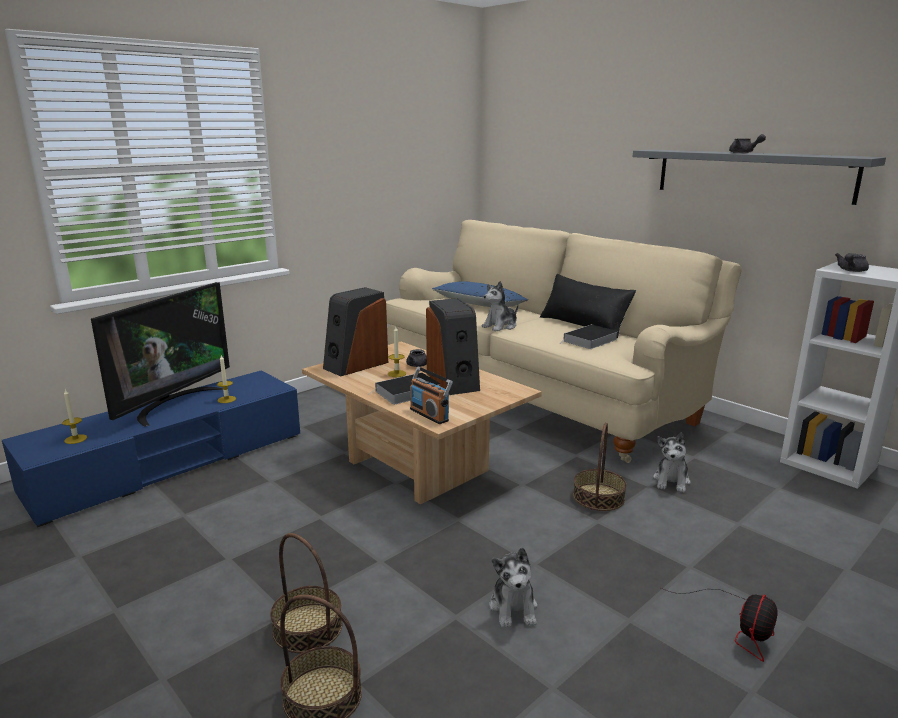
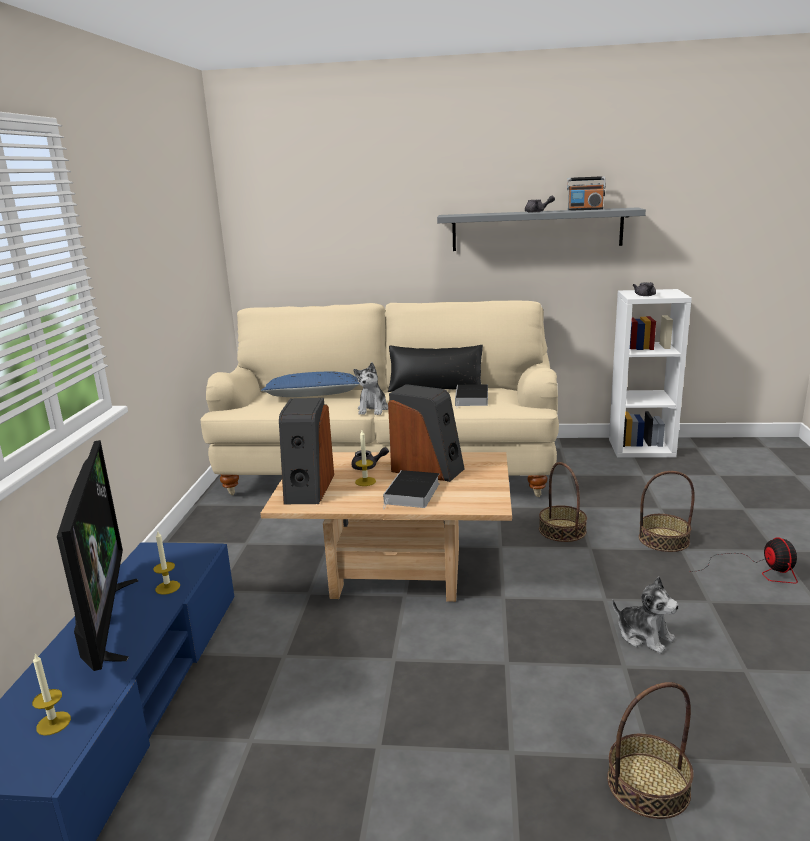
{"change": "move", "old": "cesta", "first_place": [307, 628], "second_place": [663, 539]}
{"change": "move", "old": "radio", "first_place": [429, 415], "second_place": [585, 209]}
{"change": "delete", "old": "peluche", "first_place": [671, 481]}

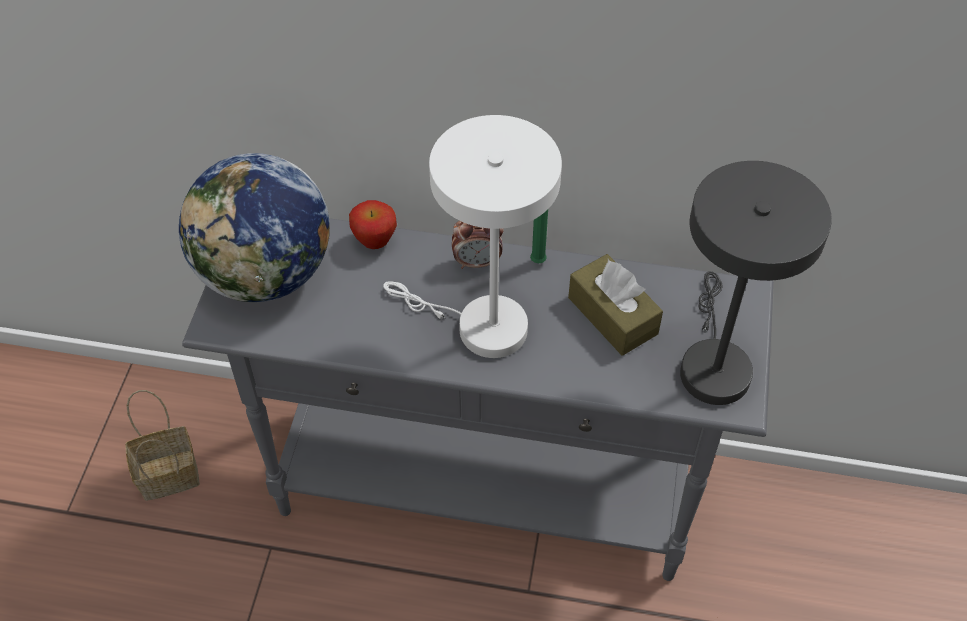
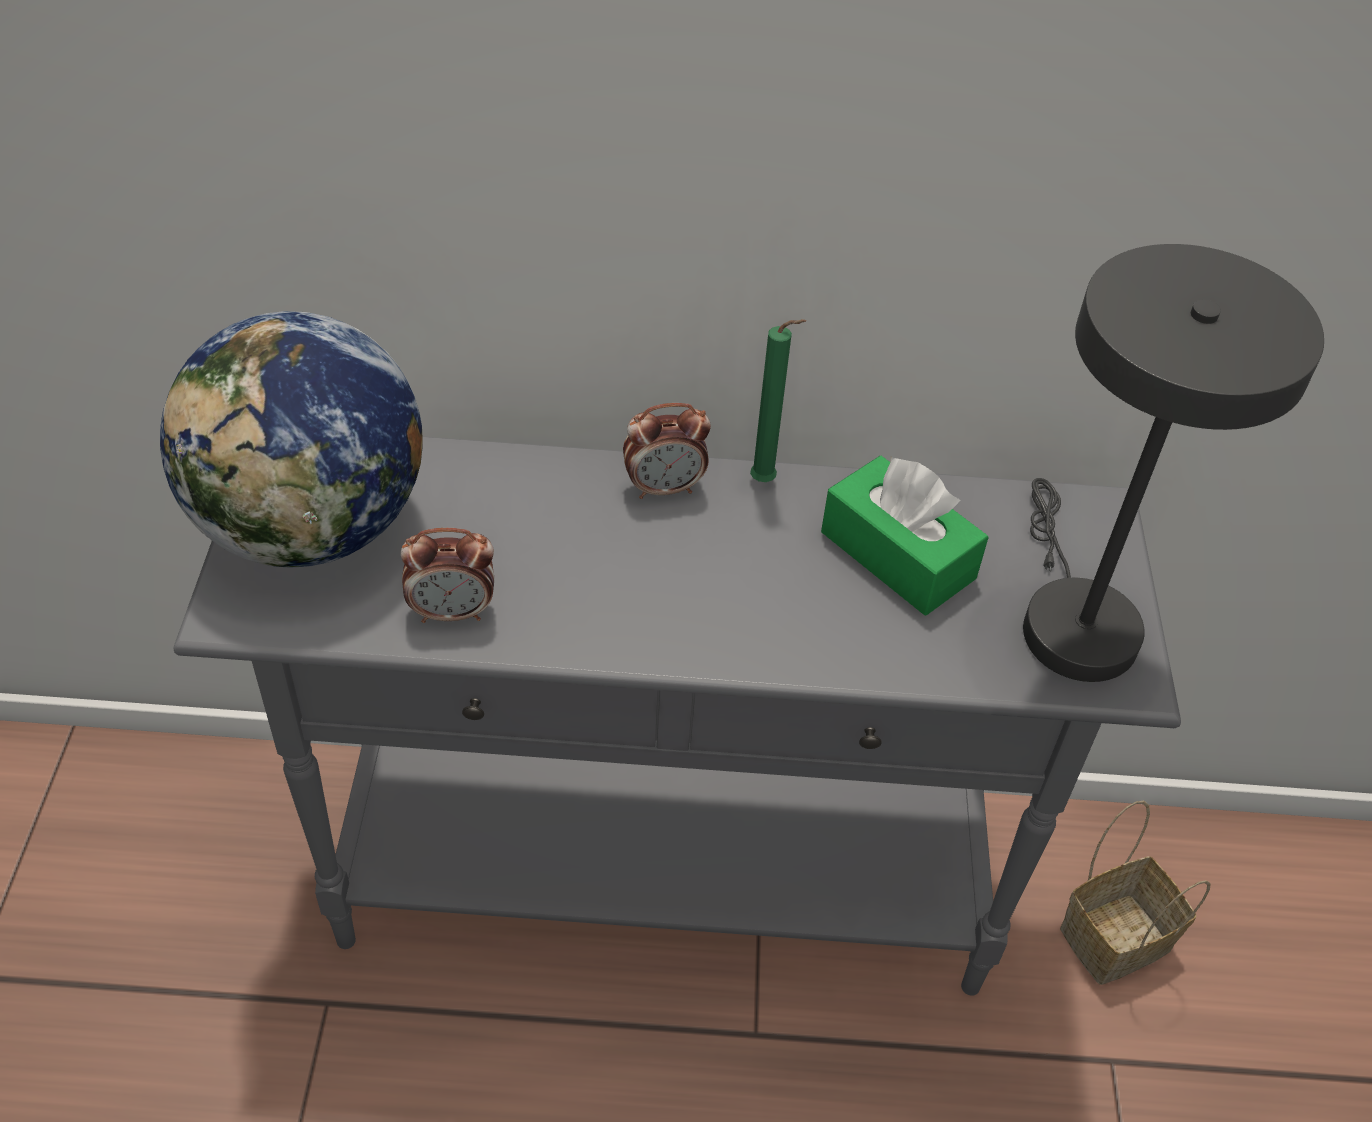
{"change": "move", "old": "cesta", "first_place": [170, 473], "second_place": [1116, 936]}
{"change": "delete", "old": "manzana", "first_place": [375, 242]}
{"change": "delete", "old": "lámpara de mesa [blanco]", "first_place": [480, 326]}
{"change": "recolor", "old": "caja de pañuelos [marrón]", "new": "caja de pañuelos [verde]", "first_place": [612, 315], "second_place": [897, 555]}
{"change": "insert", "new": "despertador", "second_place": [452, 612]}

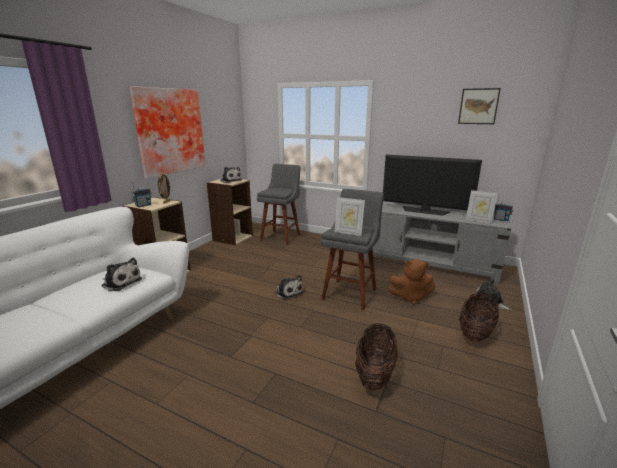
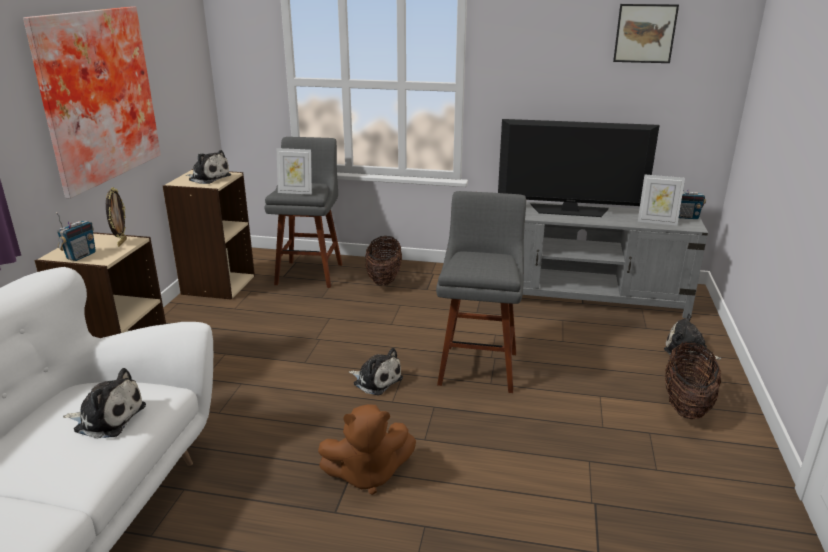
{"change": "move", "old": "portarretratos", "first_place": [348, 233], "second_place": [295, 192]}
{"change": "move", "old": "cesta", "first_place": [374, 374], "second_place": [384, 279]}
{"change": "move", "old": "peluche [marrón]", "first_place": [410, 297], "second_place": [367, 475]}

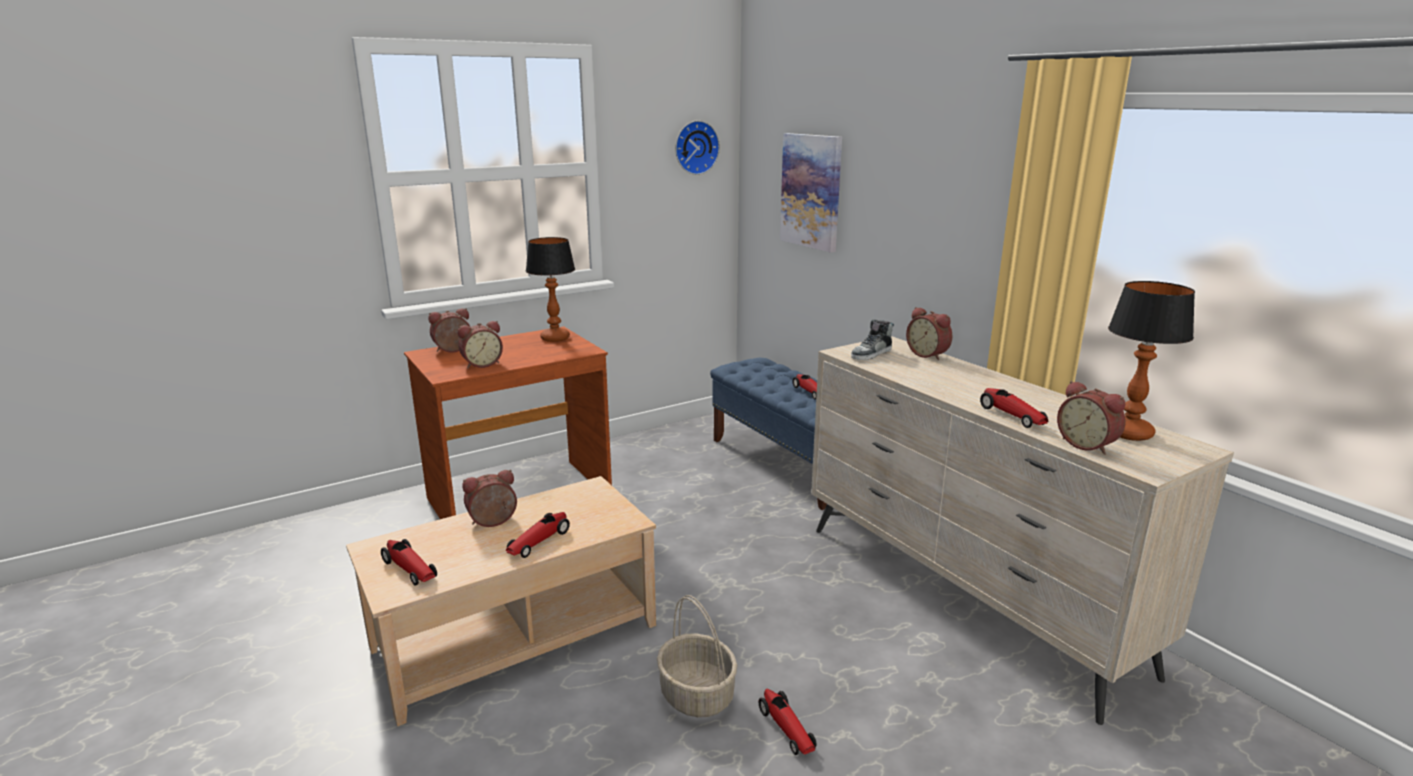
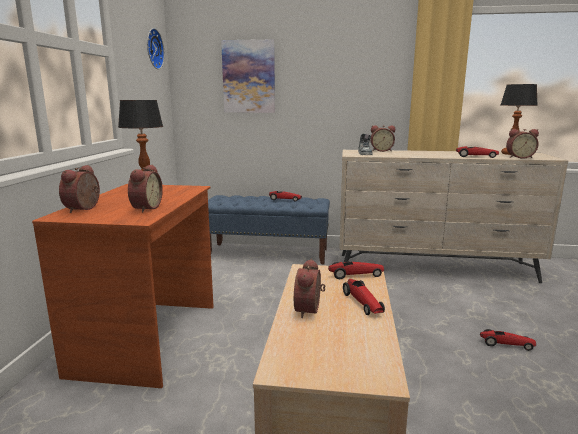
{"change": "move", "old": "coche de juguete", "first_place": [410, 569], "second_place": [355, 275]}
{"change": "delete", "old": "cesta", "first_place": [698, 695]}

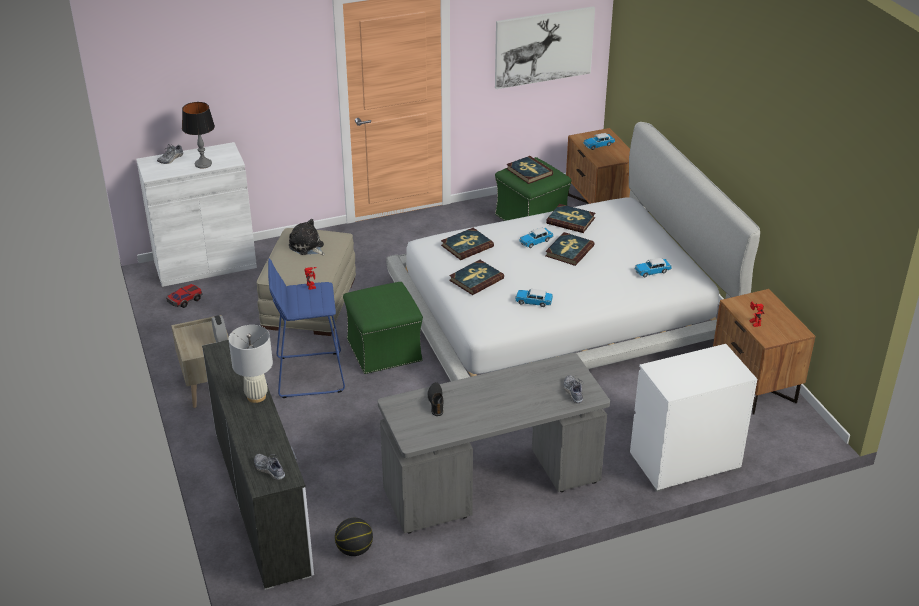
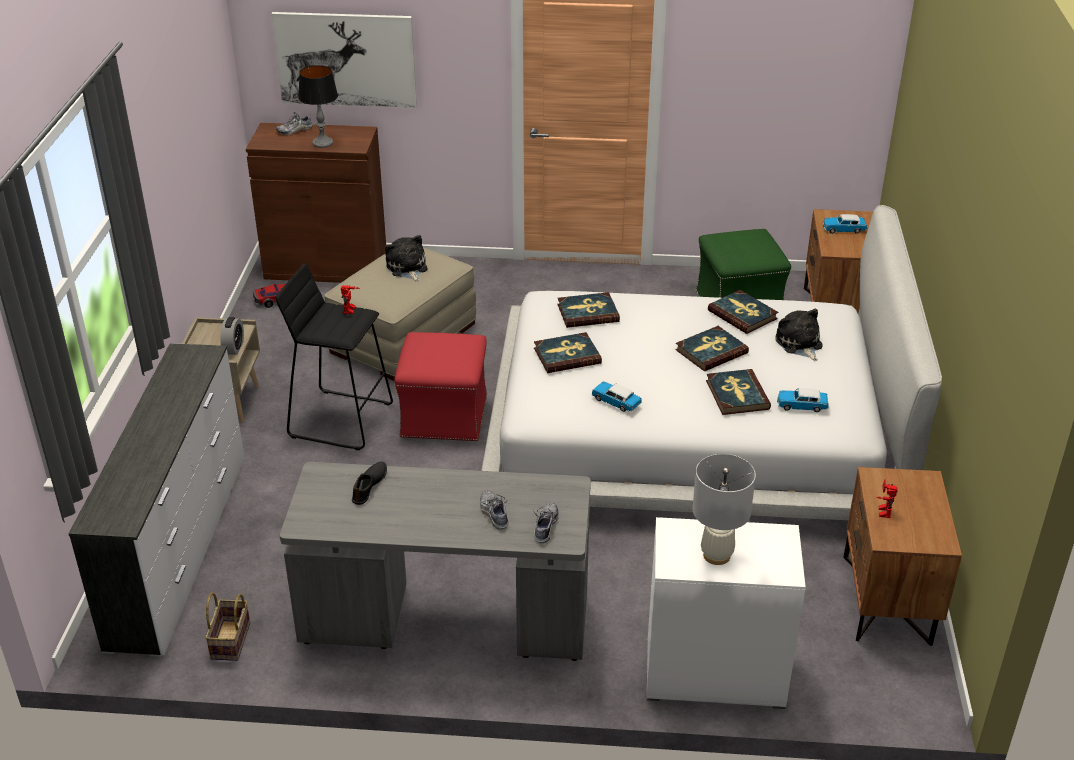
{"change": "recolor", "old": "armario [blanco]", "new": "armario [marrón]", "first_place": [205, 264], "second_place": [326, 267]}
{"change": "move", "old": "lámpara de mesa [blanco]", "first_place": [256, 396], "second_place": [716, 555]}
{"change": "move", "old": "zapato", "first_place": [269, 470], "second_place": [494, 514]}
{"change": "recolor", "old": "taburete [azul]", "new": "taburete [negro]", "first_place": [310, 374], "second_place": [341, 419]}
{"change": "replace", "old": "balón de baloncesto", "new": "cesta", "first_place": [354, 550], "second_place": [231, 642]}
{"change": "recolor", "old": "puf [verde]", "new": "puf [rojo]", "first_place": [384, 351], "second_place": [444, 417]}
{"change": "move", "old": "cuadro", "first_place": [543, 47], "second_place": [345, 59]}
{"change": "move", "old": "libro", "first_place": [529, 172], "second_place": [736, 395]}
{"change": "delete", "old": "coche de juguete", "first_place": [535, 241]}
{"change": "insert", "new": "peluche", "second_place": [799, 344]}

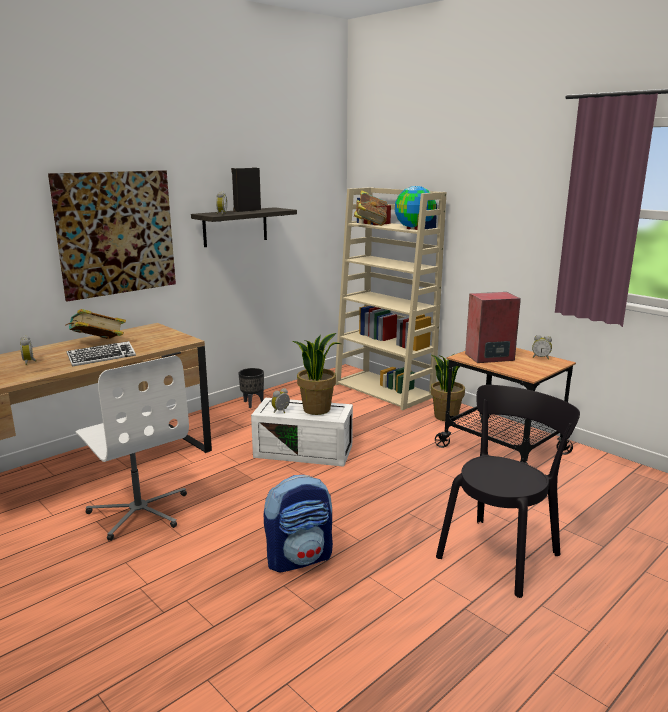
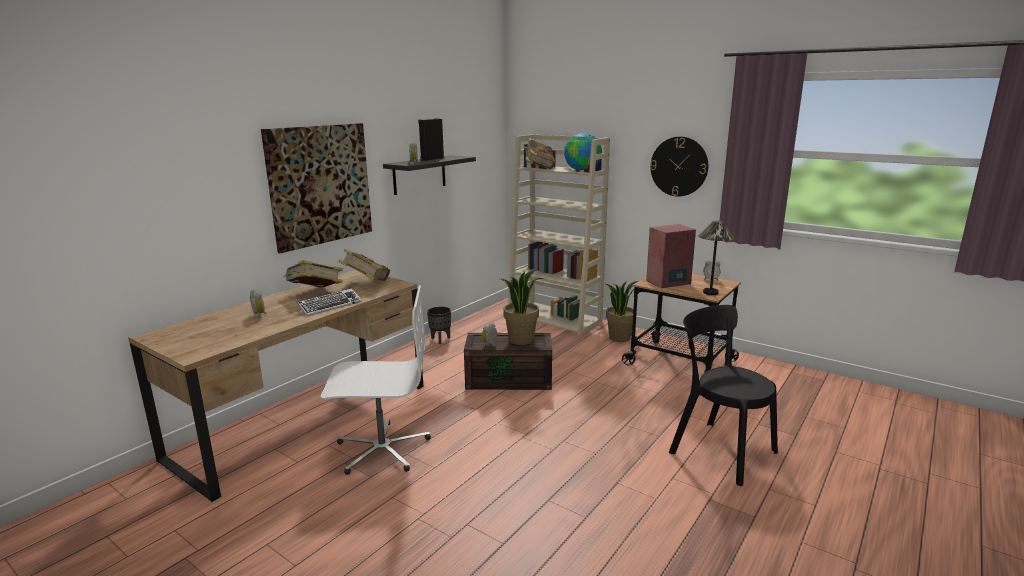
{"change": "rotate", "old": "silla de oficina [blanco]", "first_place": [139, 511], "second_place": [382, 449], "degrees": -45}
{"change": "recolor", "old": "caja de almacenaje [blanco]", "new": "caja de almacenaje [marrón]", "first_place": [305, 450], "second_place": [510, 379]}
{"change": "delete", "old": "mochila", "first_place": [300, 558]}
{"change": "rotate", "old": "silla [negro]", "first_place": [501, 553], "second_place": [718, 450], "degrees": -75}
{"change": "insert", "new": "libro", "second_place": [366, 283]}
{"change": "insert", "new": "reloj de pared", "second_place": [679, 166]}
{"change": "insert", "new": "lámpara de mesa", "second_place": [710, 292]}

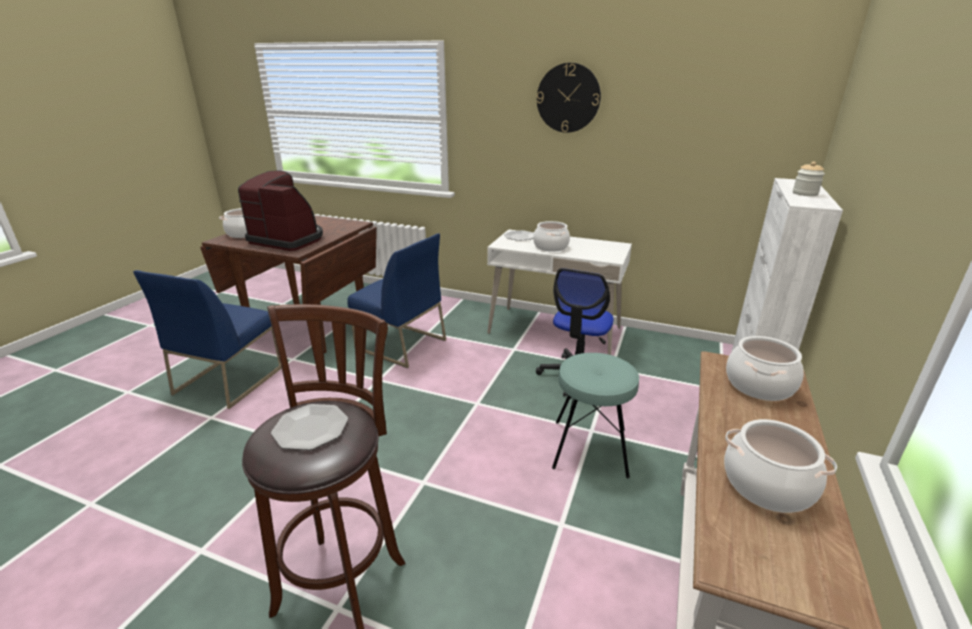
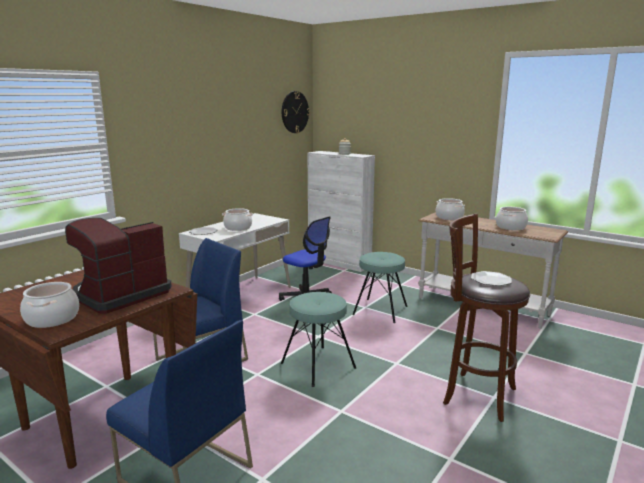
{"change": "move", "old": "reloj de pared", "first_place": [568, 98], "second_place": [294, 112]}
{"change": "insert", "new": "taburete [turquesa]", "second_place": [318, 365]}

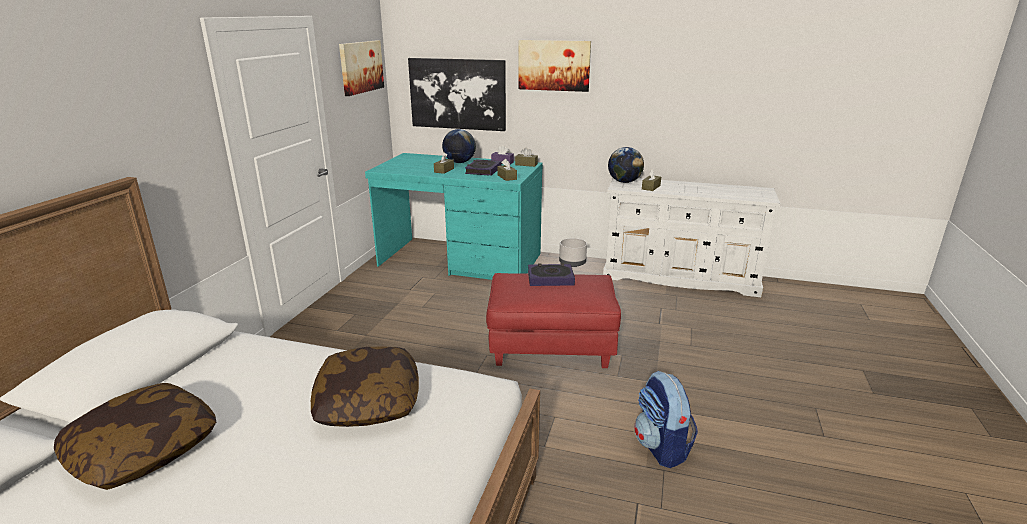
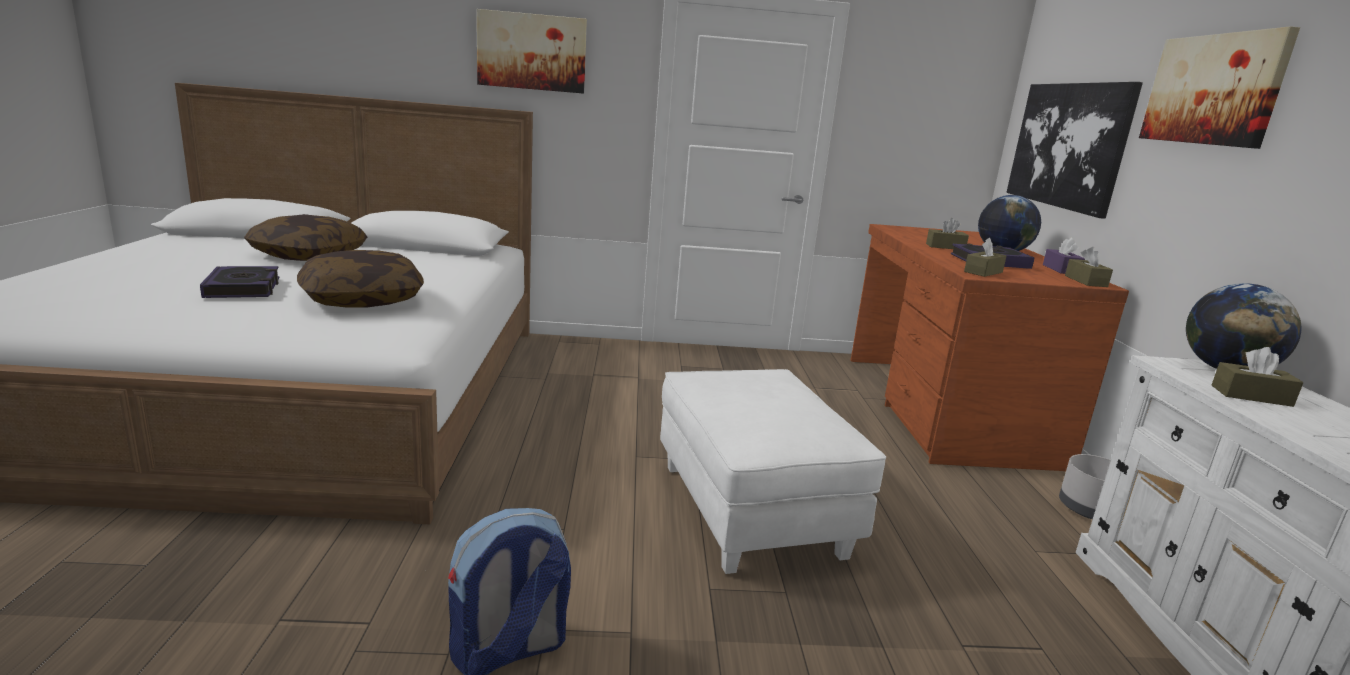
{"change": "move", "old": "cuadro", "first_place": [361, 67], "second_place": [532, 52]}
{"change": "recolor", "old": "escritorio [turquesa]", "new": "escritorio [marrón]", "first_place": [460, 260], "second_place": [943, 408]}
{"change": "recolor", "old": "puf [rojo]", "new": "puf [blanco]", "first_place": [551, 348], "second_place": [750, 510]}
{"change": "move", "old": "libro", "first_place": [550, 278], "second_place": [243, 288]}

